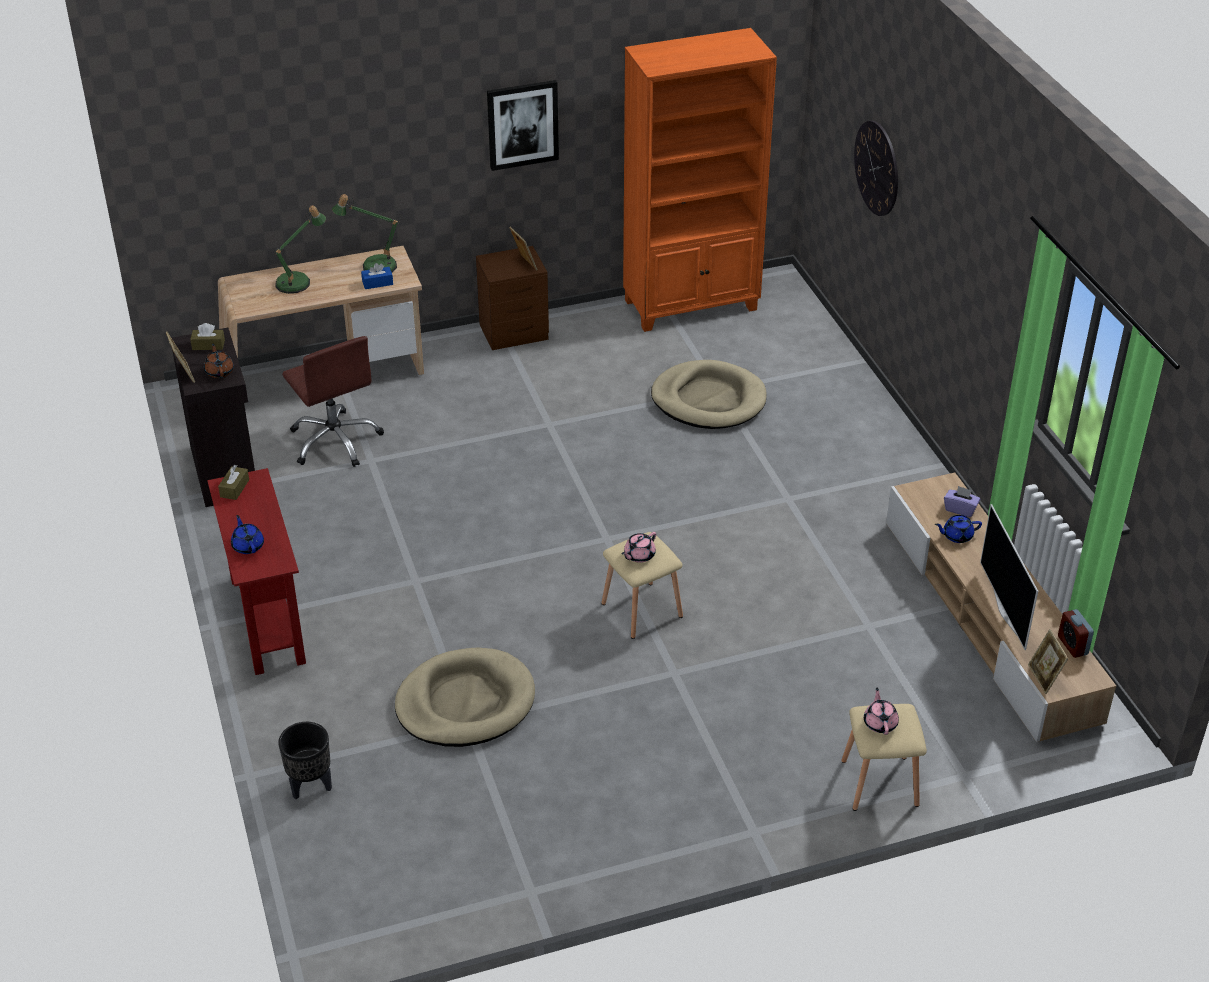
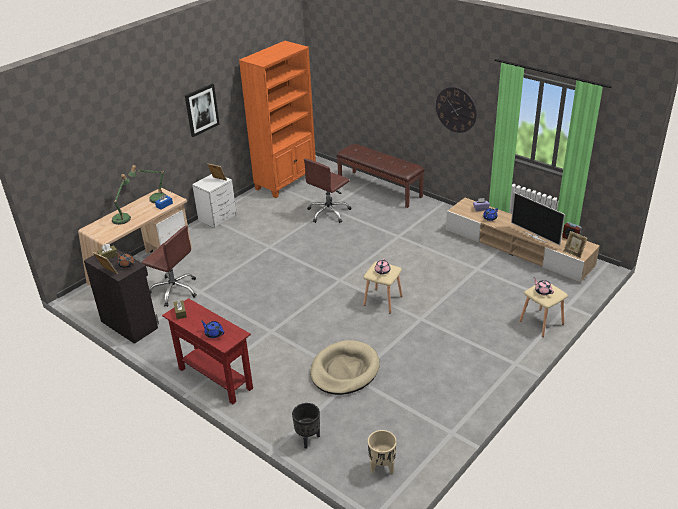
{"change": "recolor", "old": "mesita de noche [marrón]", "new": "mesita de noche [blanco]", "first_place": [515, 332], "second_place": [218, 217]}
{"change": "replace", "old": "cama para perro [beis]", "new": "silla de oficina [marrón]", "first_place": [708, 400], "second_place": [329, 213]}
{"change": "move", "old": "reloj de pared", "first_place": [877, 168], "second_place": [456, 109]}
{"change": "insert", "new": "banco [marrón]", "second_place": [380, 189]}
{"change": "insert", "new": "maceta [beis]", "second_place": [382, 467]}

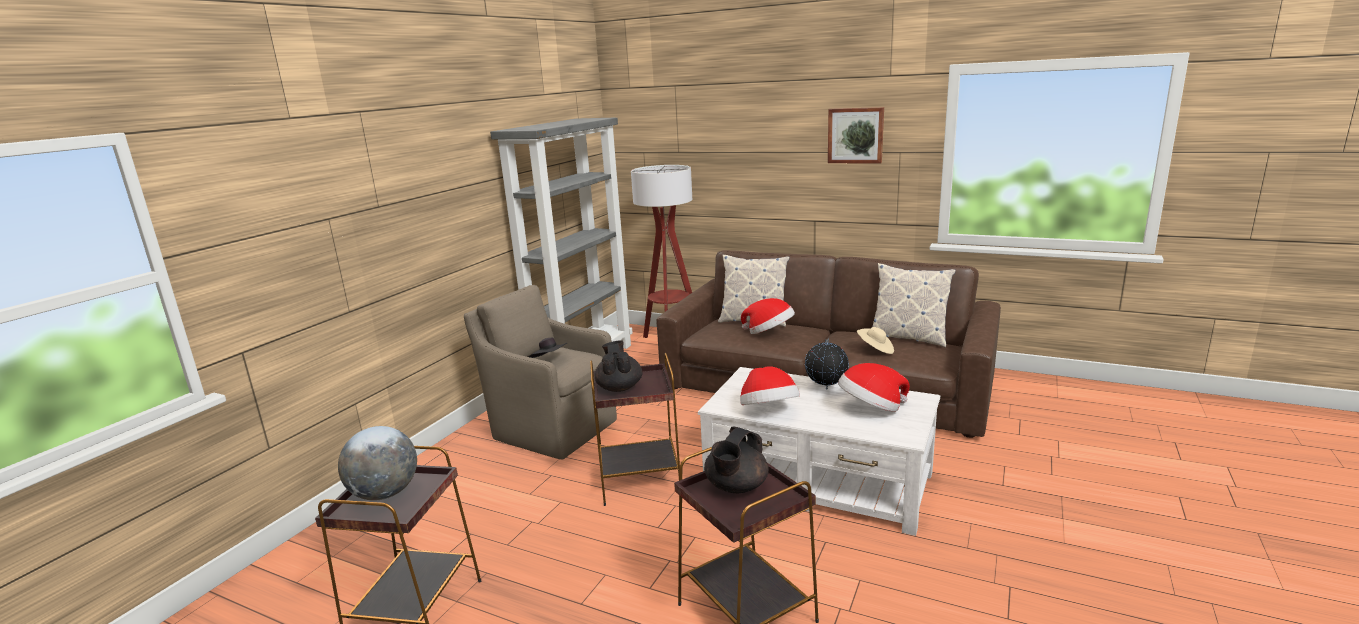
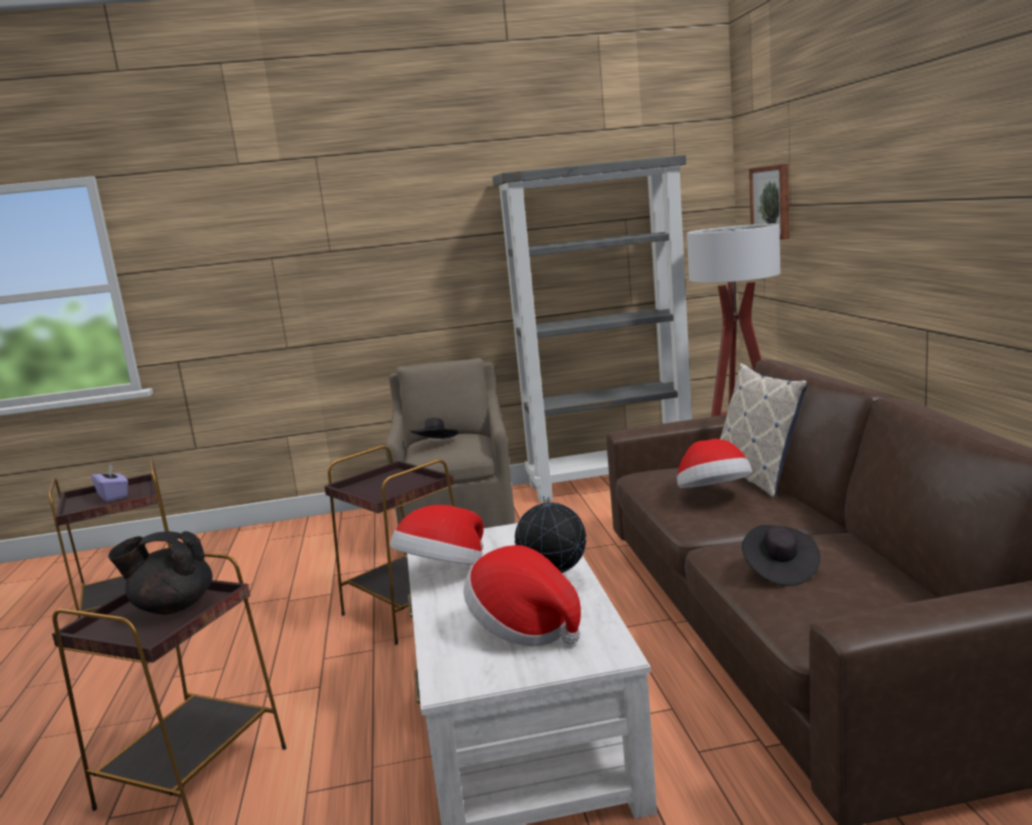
{"change": "replace", "old": "globo terráqueo", "new": "caja de pañuelos [morado]", "first_place": [385, 494], "second_place": [113, 496]}
{"change": "delete", "old": "tetera [negro]", "first_place": [619, 387]}
{"change": "move", "old": "cuadro", "first_place": [855, 135], "second_place": [772, 202]}
{"change": "recolor", "old": "sombrero [beis]", "new": "sombrero [negro]", "first_place": [875, 349], "second_place": [779, 570]}
{"change": "delete", "old": "cojín", "first_place": [908, 338]}

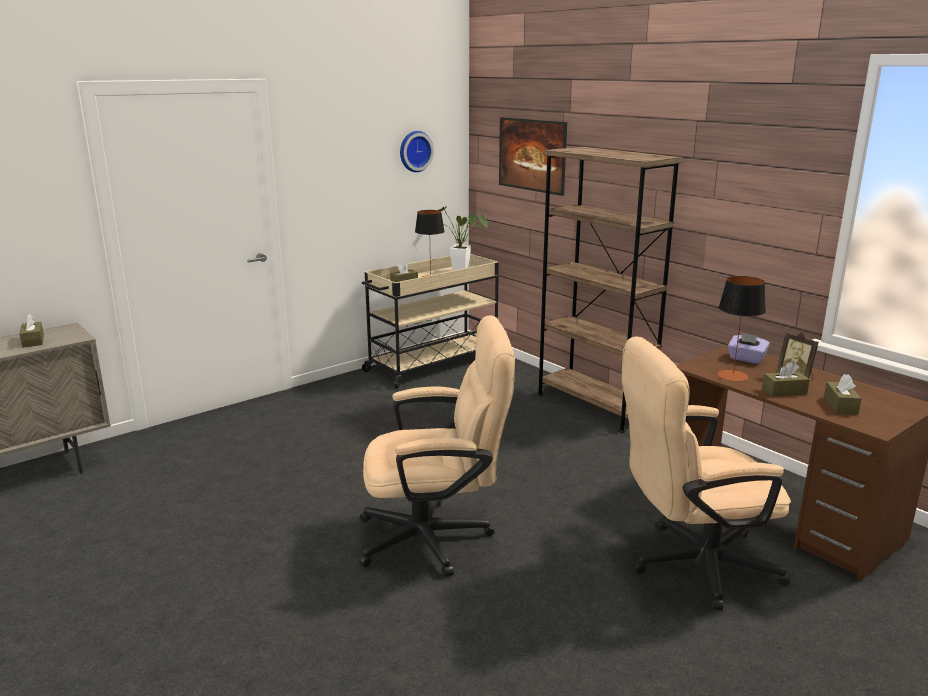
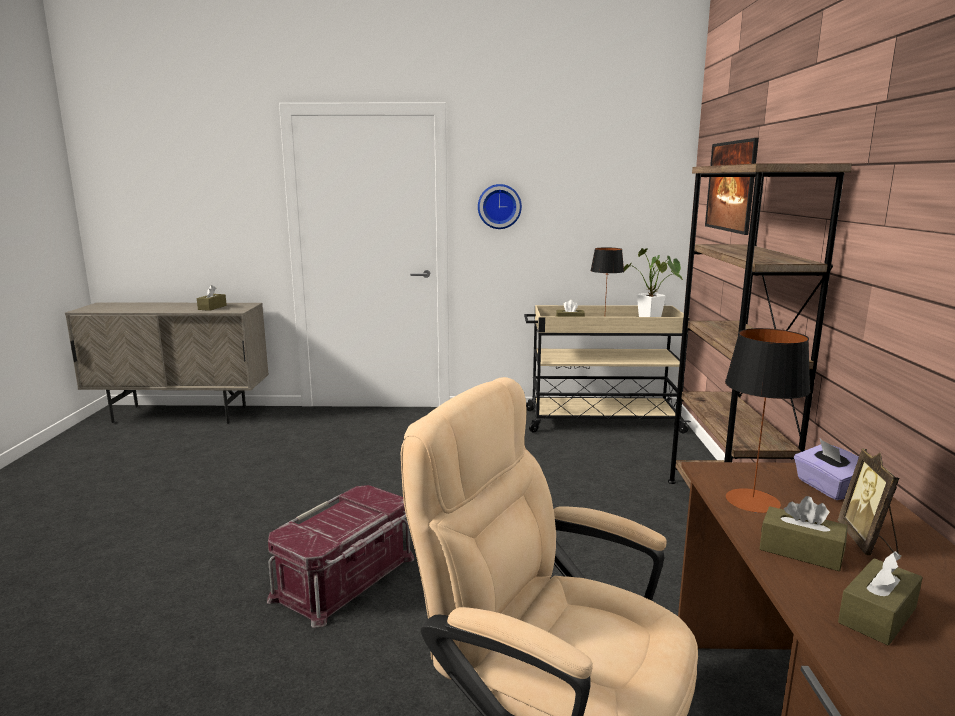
{"change": "replace", "old": "silla de oficina [beis]", "new": "caja de almacenaje [rojo]", "first_place": [437, 538], "second_place": [345, 578]}
{"change": "move", "old": "reloj de pared", "first_place": [414, 151], "second_place": [499, 206]}

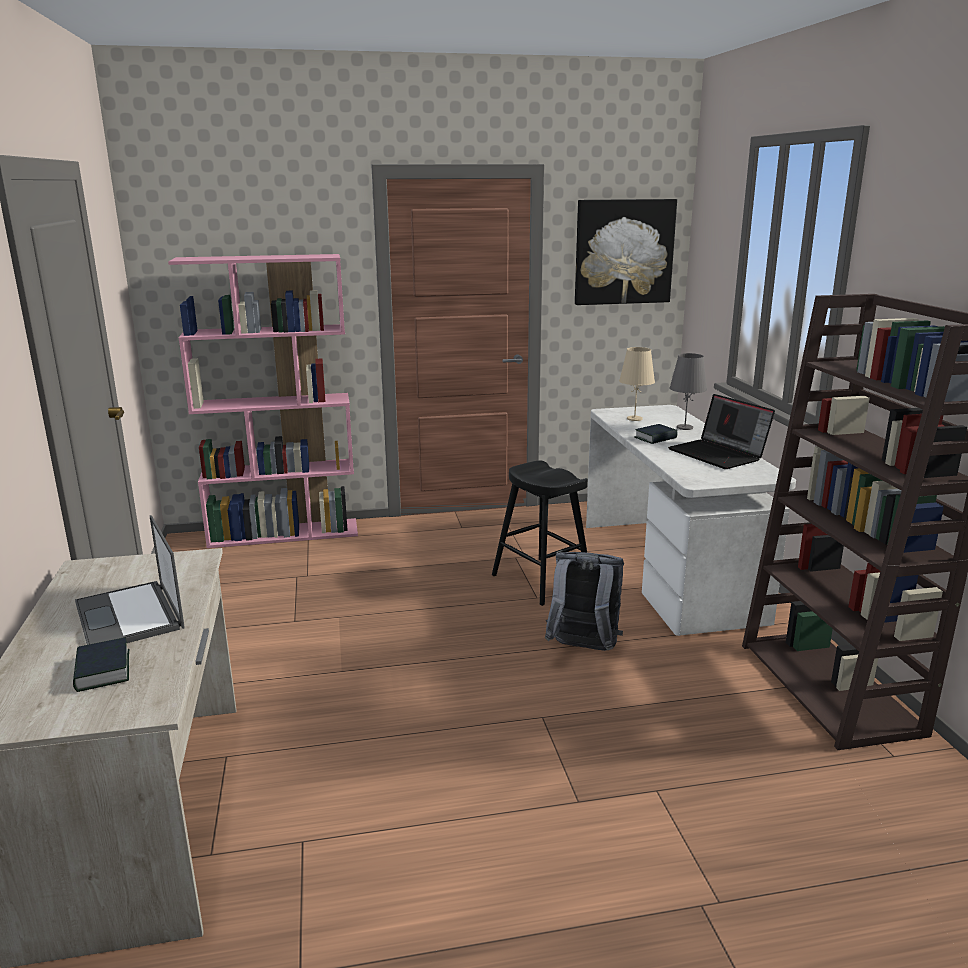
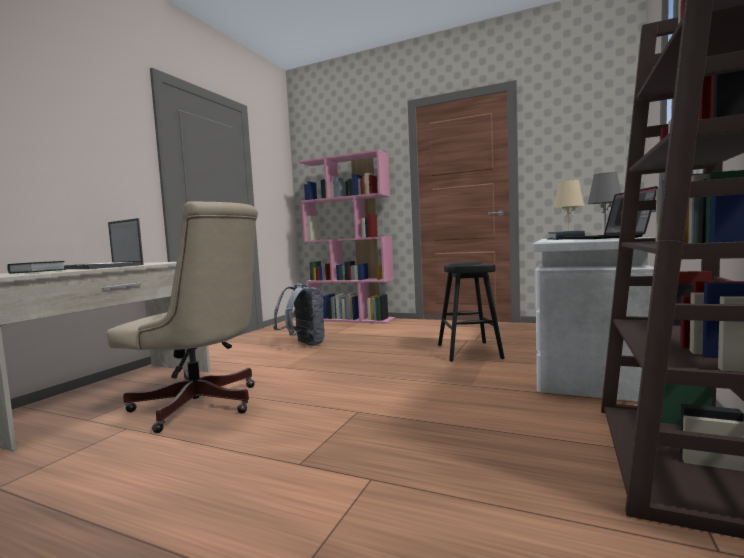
{"change": "rotate", "old": "portátil", "first_place": [130, 616], "second_place": [103, 267], "degrees": -60}
{"change": "move", "old": "mochila [gris]", "first_place": [583, 649], "second_place": [304, 344]}
{"change": "delete", "old": "cuadro", "first_place": [623, 252]}
{"change": "insert", "new": "silla de oficina [beis]", "second_place": [202, 406]}

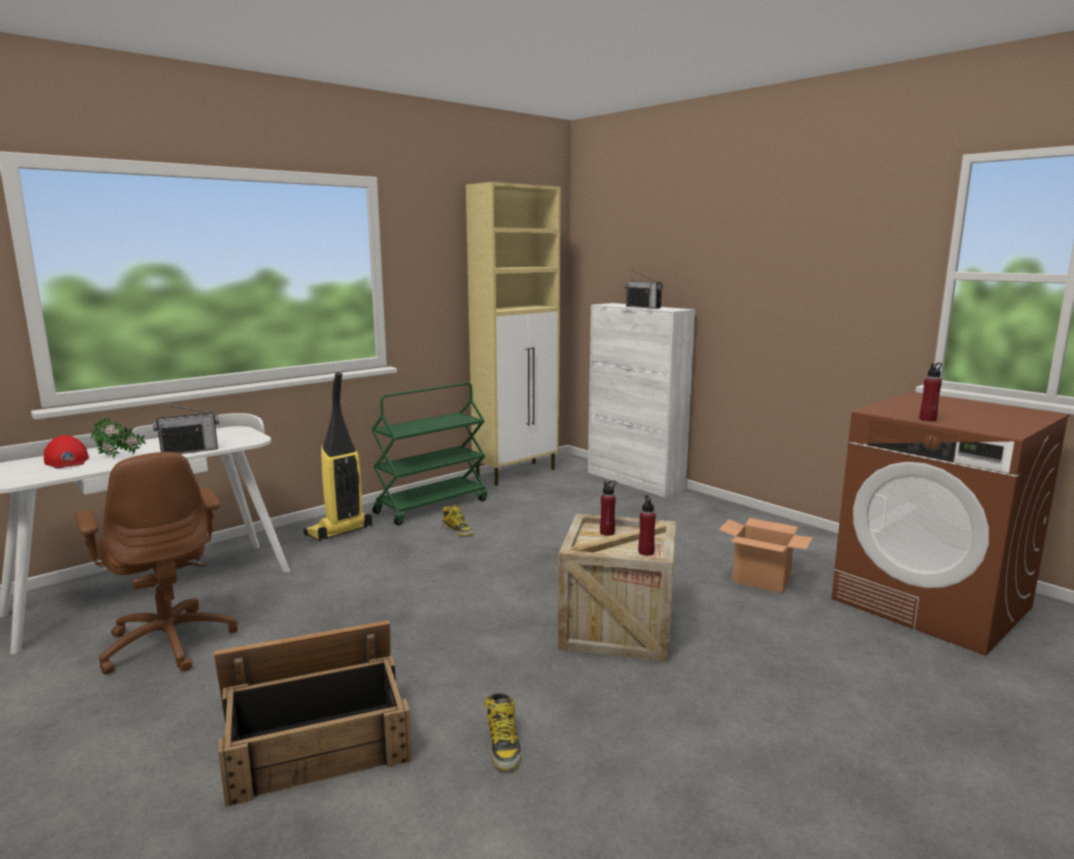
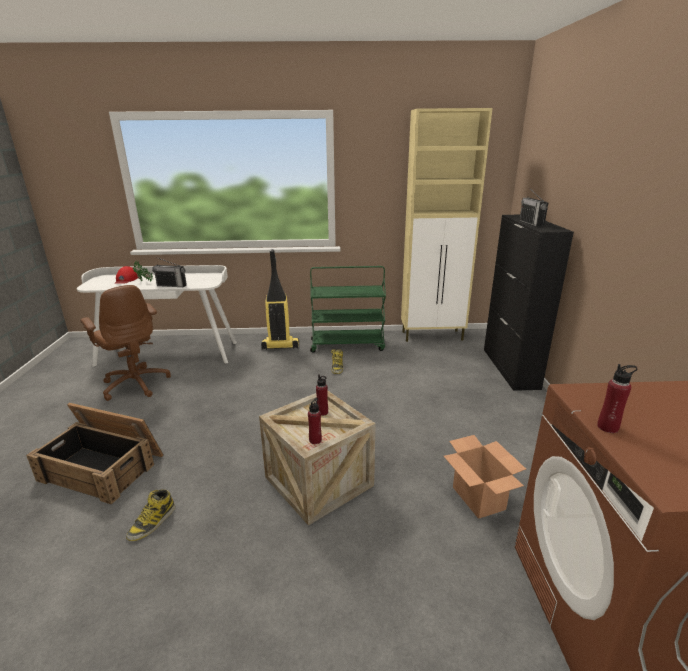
{"change": "rotate", "old": "silla de oficina [marrón]", "first_place": [169, 642], "second_place": [136, 384], "degrees": -45}
{"change": "recolor", "old": "armario [blanco]", "new": "armario [negro]", "first_place": [635, 481], "second_place": [510, 368]}

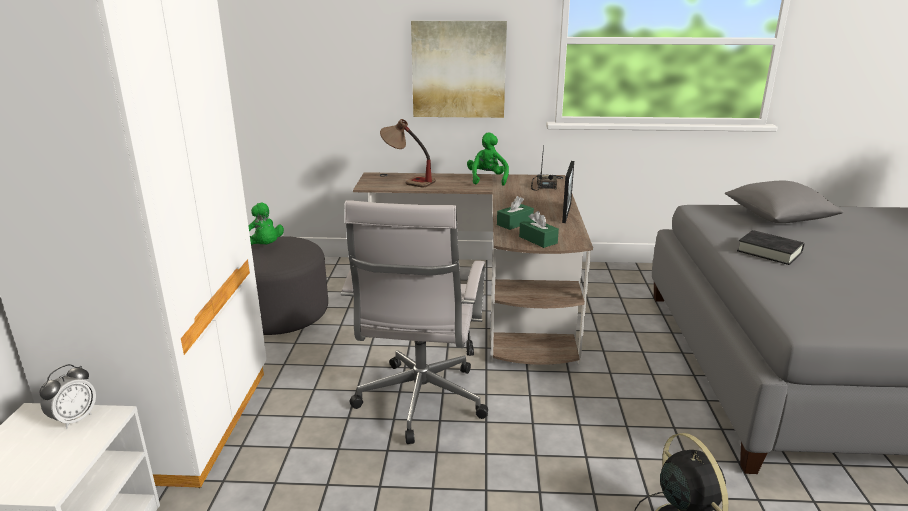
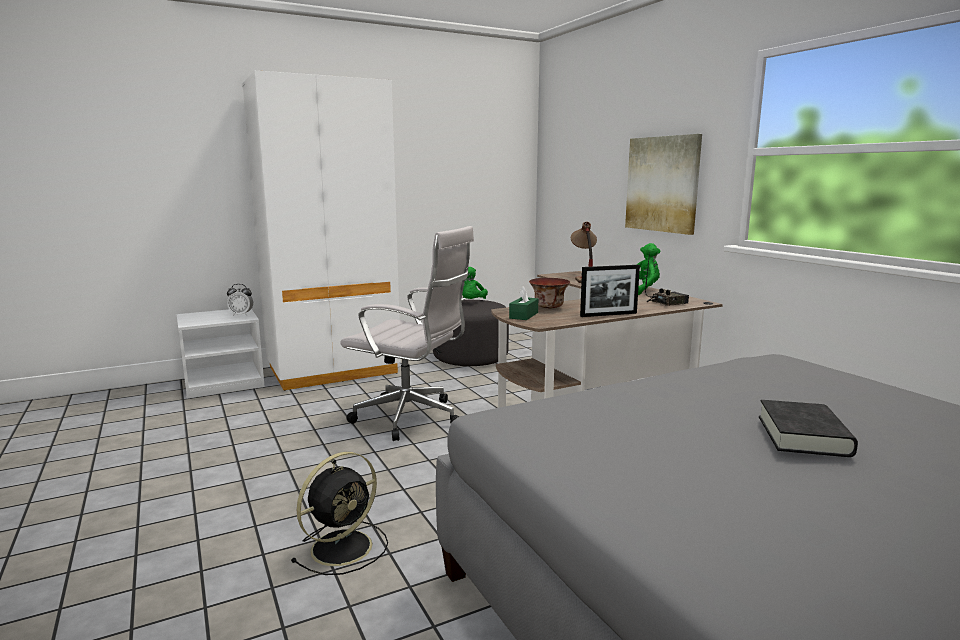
{"change": "rotate", "old": "silla de oficina [blanco]", "first_place": [420, 404], "second_place": [412, 418], "degrees": -135}
{"change": "replace", "old": "caja de pañuelos [verde]", "new": "cuenco", "first_place": [515, 223], "second_place": [549, 307]}
{"change": "delete", "old": "cojín [gris]", "first_place": [777, 218]}
{"change": "move", "old": "libro [negro]", "first_place": [769, 252], "second_place": [803, 436]}

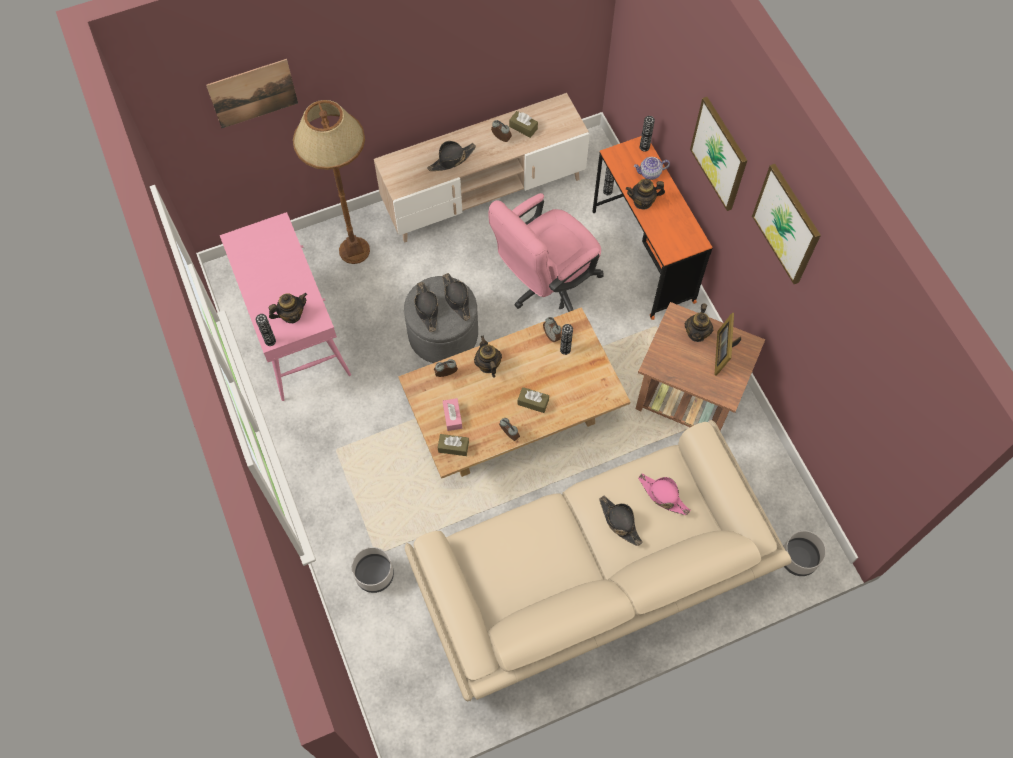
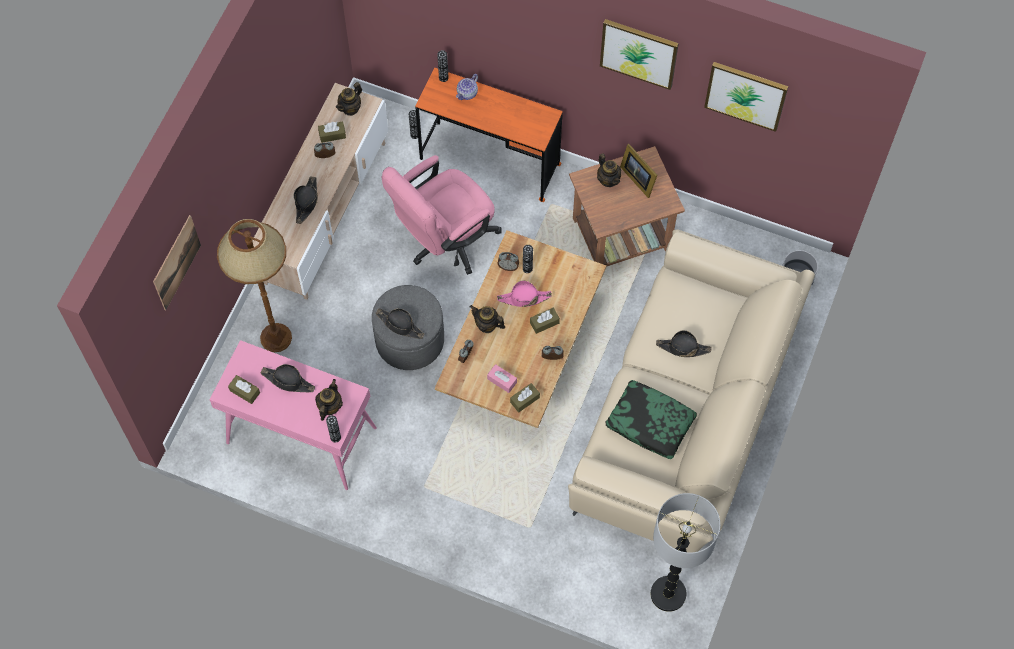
{"change": "delete", "old": "maceta [gris]", "first_place": [374, 575]}
{"change": "move", "old": "sombrero [negro]", "first_place": [456, 299], "second_place": [288, 381]}
{"change": "rotate", "old": "silla de oficina [rosa]", "first_place": [545, 285], "second_place": [444, 241], "degrees": 45}
{"change": "move", "old": "tetera", "first_place": [643, 202], "second_place": [350, 108]}
{"change": "move", "old": "sombrero [rosa]", "first_place": [663, 495], "second_place": [524, 298]}
{"change": "move", "old": "cuadro", "first_place": [719, 153], "second_place": [746, 95]}
{"change": "insert", "new": "caja de pañuelos [marrón]", "second_place": [244, 391]}
{"change": "insert", "new": "cojín", "second_place": [649, 423]}
{"change": "insert", "new": "lámpara de pie", "second_place": [668, 594]}

